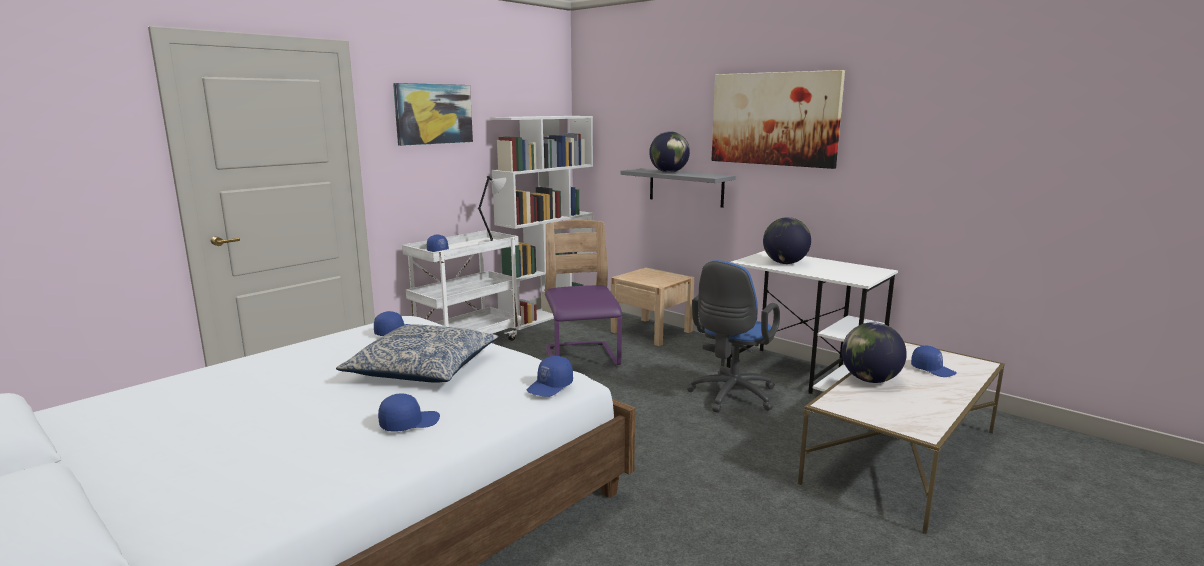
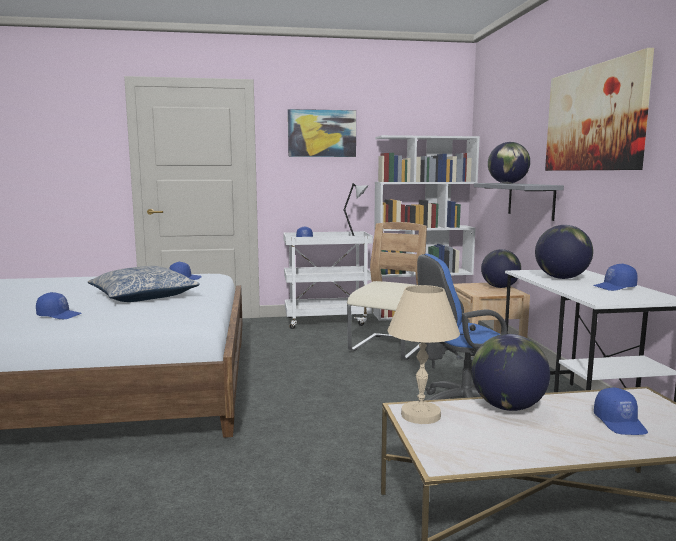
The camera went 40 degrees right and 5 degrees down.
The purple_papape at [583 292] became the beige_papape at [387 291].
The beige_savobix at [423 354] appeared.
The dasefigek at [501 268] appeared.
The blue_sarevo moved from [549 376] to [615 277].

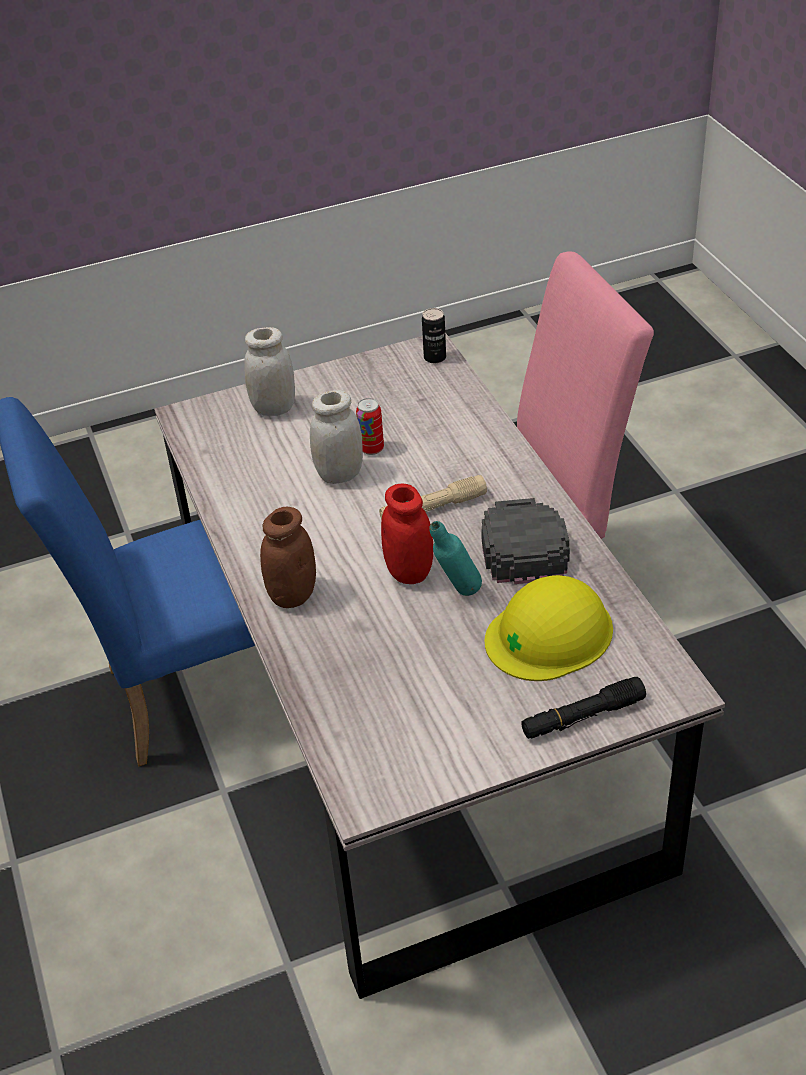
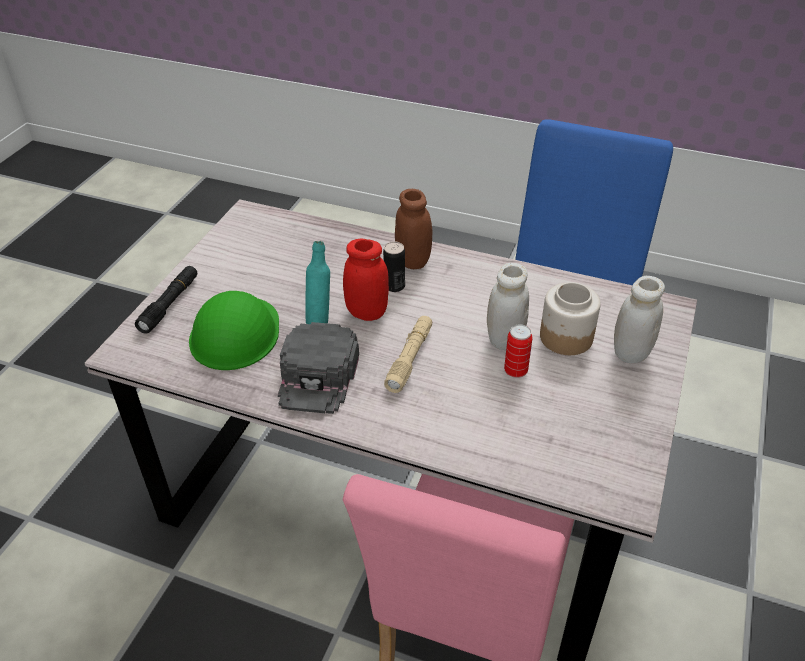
The camera went 130 degrees right and 0 degrees up.
The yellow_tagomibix at [549 628] became the green_tagomibix at [234 330].
The black_sarevo at [525 541] turned 60 degrees clockwise.
The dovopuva moved from [434 335] to [394 267].
The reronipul at [570 318] appeared.

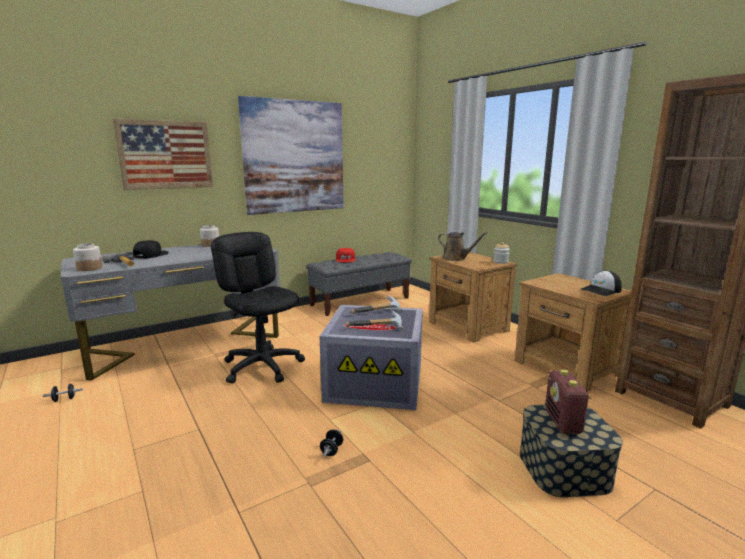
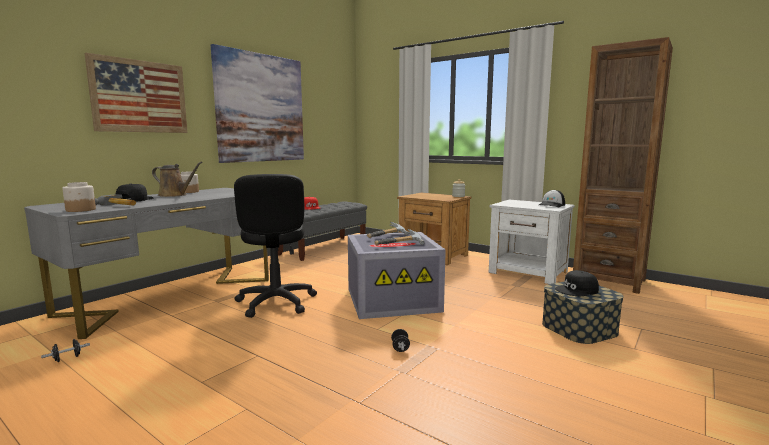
The camera went 20 degrees left and 5 degrees down.
The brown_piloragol moved from [463 246] to [177 179].
The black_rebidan at [258 307] turned 135 degrees counterclockwise.
The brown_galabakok at [573 332] became the white_galabakok at [532 242].
The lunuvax at [568 401] was replaced by the black_sarevo at [577 283].

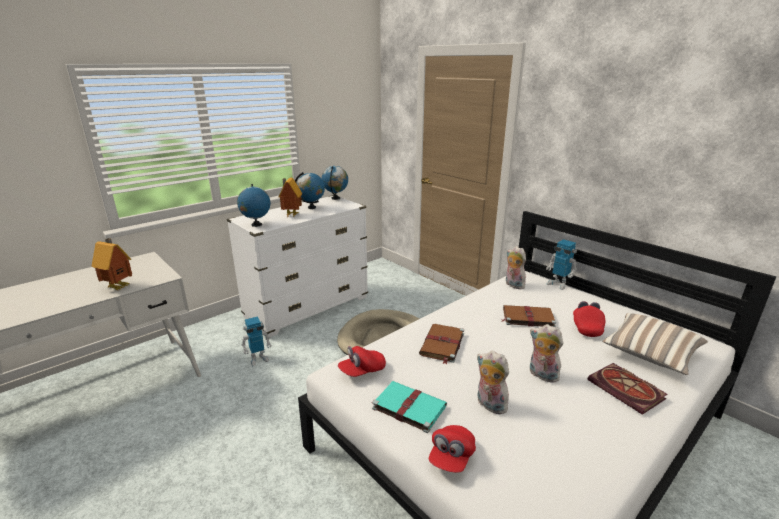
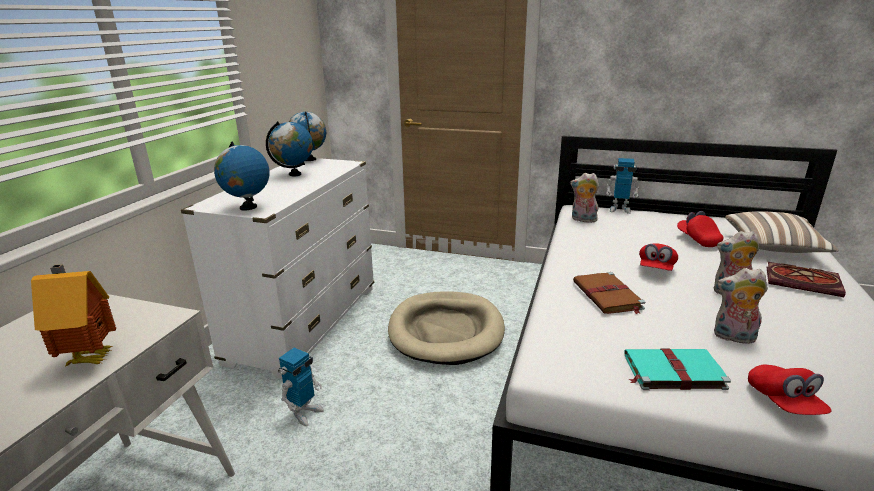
The camera went 30 degrees left and 0 degrees up.
The red_sarevo moved from [362 361] to [658 257].
The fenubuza at [290 197] disappeared.
The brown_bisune at [529 316] disappeared.

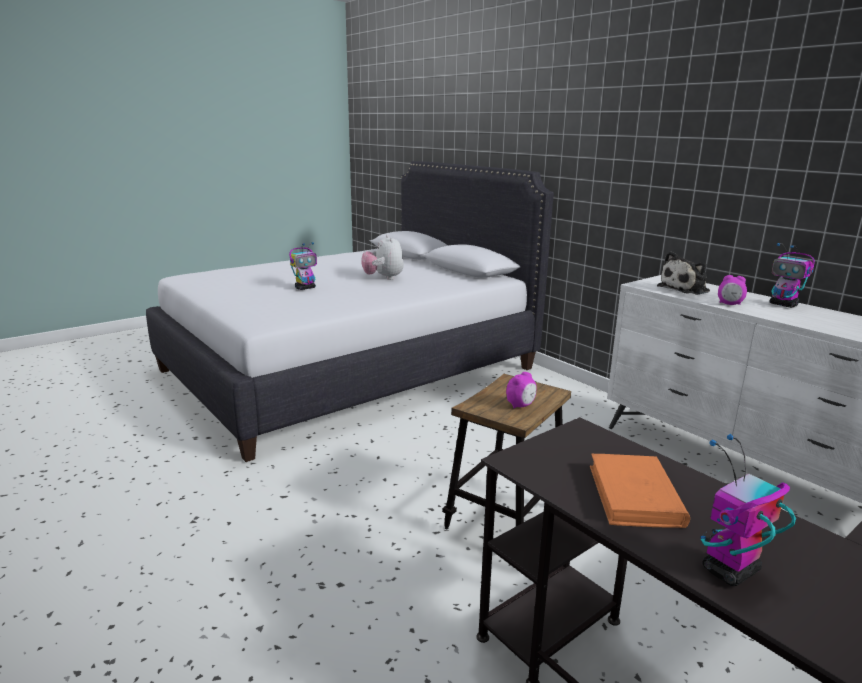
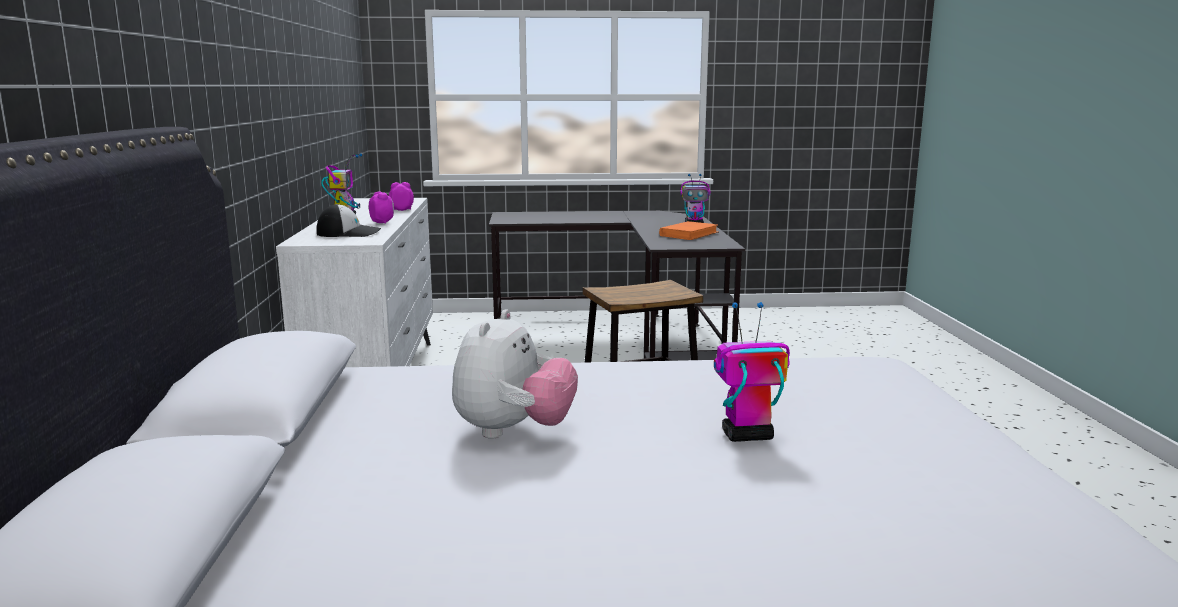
The camera went 145 degrees left and 5 degrees down.
The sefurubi at [683 273] was replaced by the sarevo at [349 220].
The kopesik moved from [521 390] to [401 196].

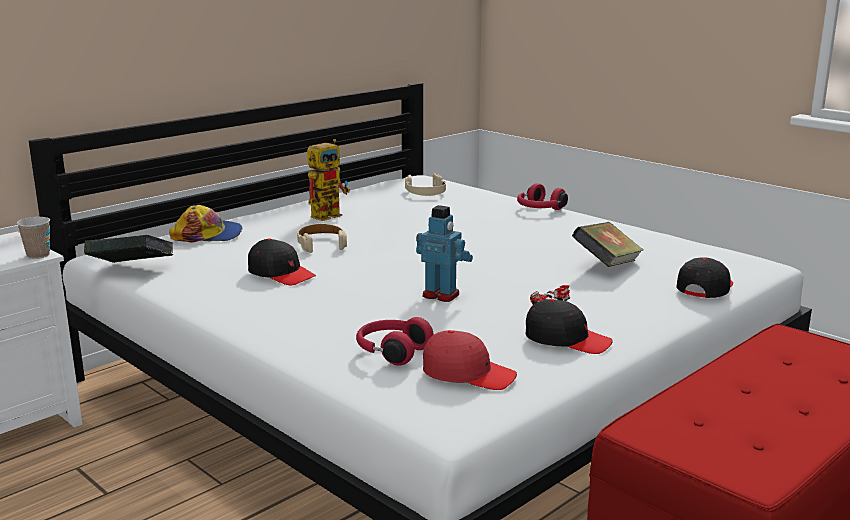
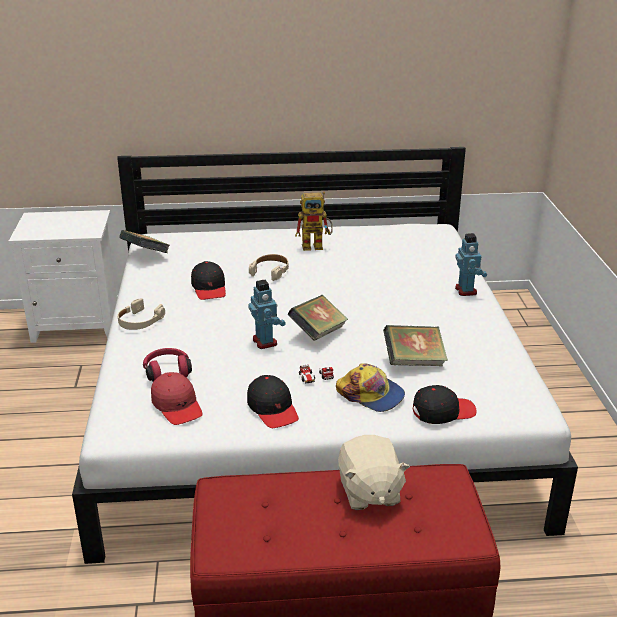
The camera went 40 degrees right and 10 degrees up.
The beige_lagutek moved from [425 185] to [141 314].
The bisune at [318 318] appeared.
The sarevo moved from [205 223] to [370 387].
The beige_sefurubi at [374 472] appeared.
The red_lagutek at [542 196] was replaced by the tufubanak at [471 264].
The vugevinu at [33 238] disappeared.

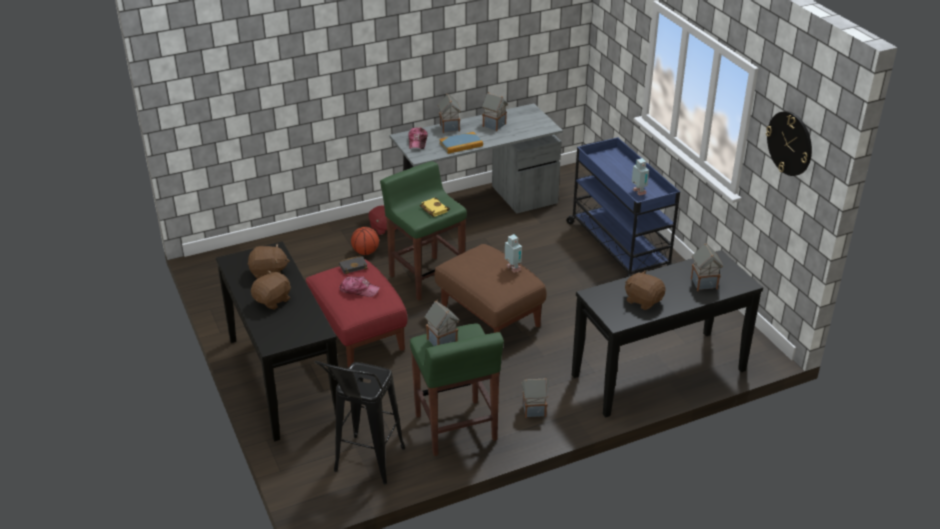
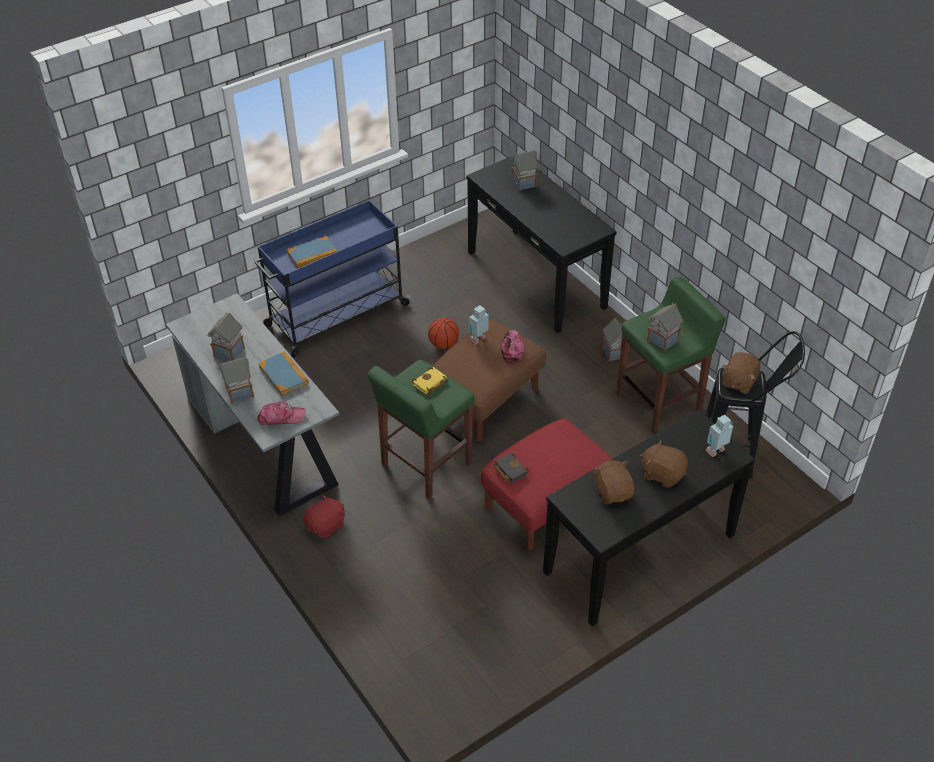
The camera went 100 degrees left and 10 degrees up.
The bisune at [312 252] appeared.
The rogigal moved from [365 241] to [443 333].
The sarevo moved from [359 286] to [512 347].
The tufubanak moved from [640 177] to [719 436].
The brown_sefurubi moved from [645 290] to [741 373].
The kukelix at [789 143] disappeared.

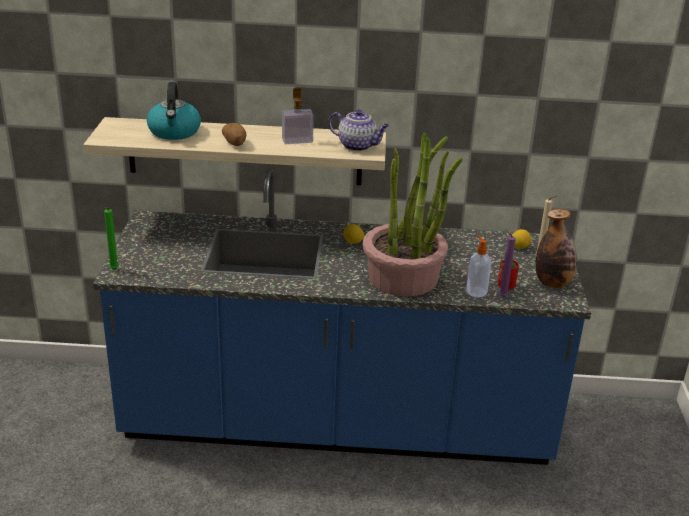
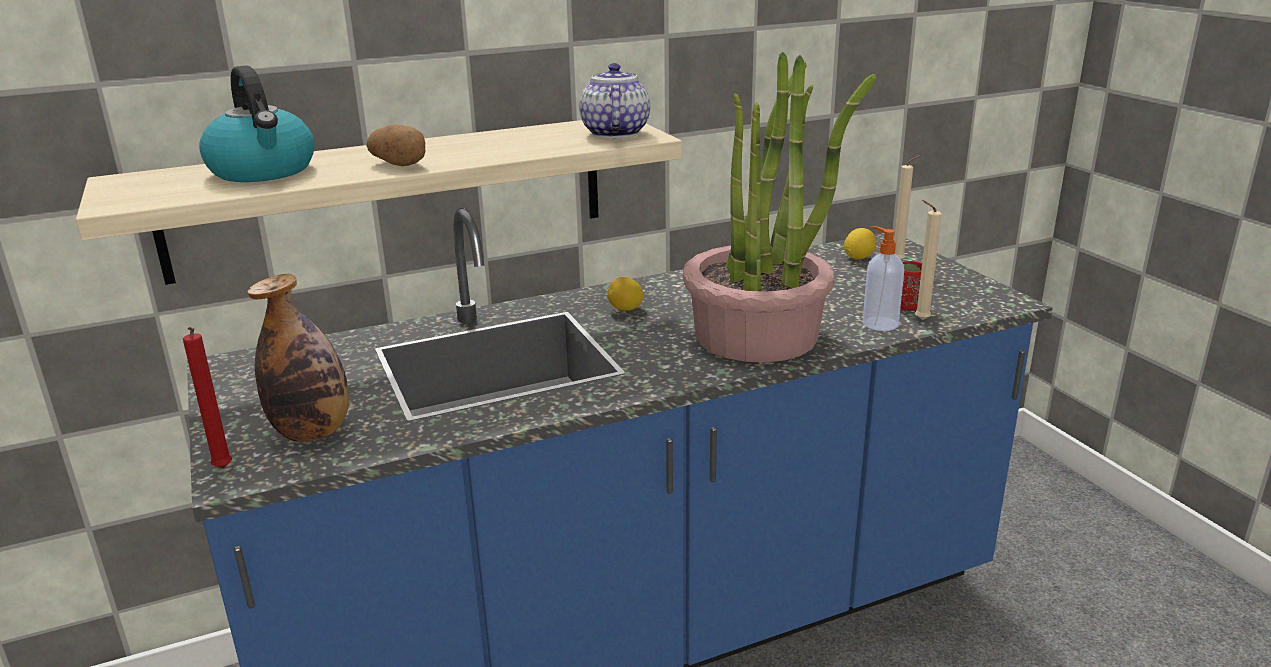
The camera went 25 degrees left and 5 degrees down.
The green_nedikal at [111 238] became the red_nedikal at [207 397].
The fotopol moved from [556 248] to [298 358].
The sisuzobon at [358 130] turned 90 degrees counterclockwise.
The purple_nedikal at [507 263] became the beige_nedikal at [928 260].
The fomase at [298 116] disappeared.

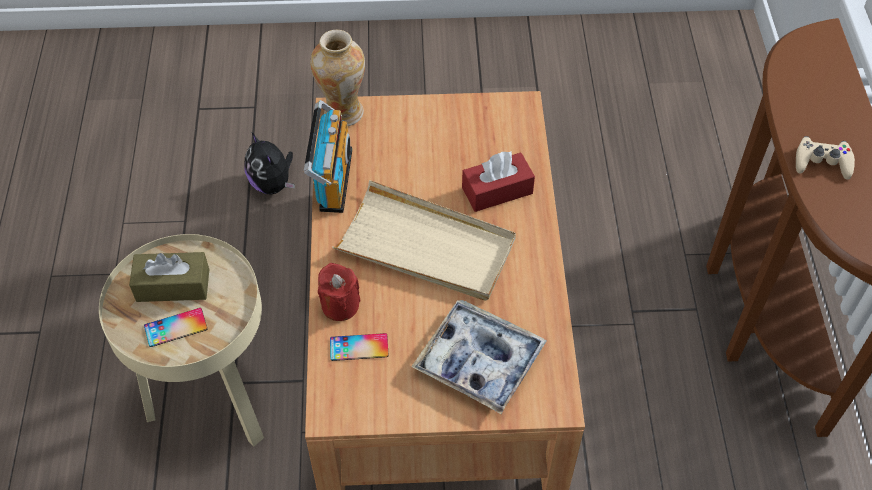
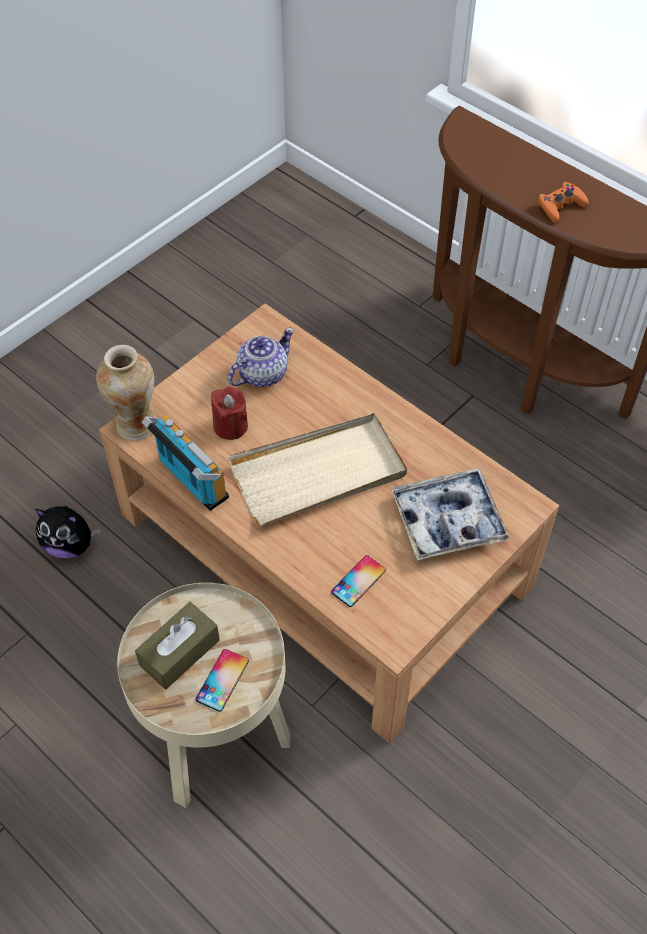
The camera went 45 degrees left and 0 degrees up.
The red_nedikal moved from [339 292] to [229 413].
The sisuzobon at [261 357] appeared.
The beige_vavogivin at [825 158] became the orange_vavogivin at [563 202].
The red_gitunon at [498 181] disappeared.

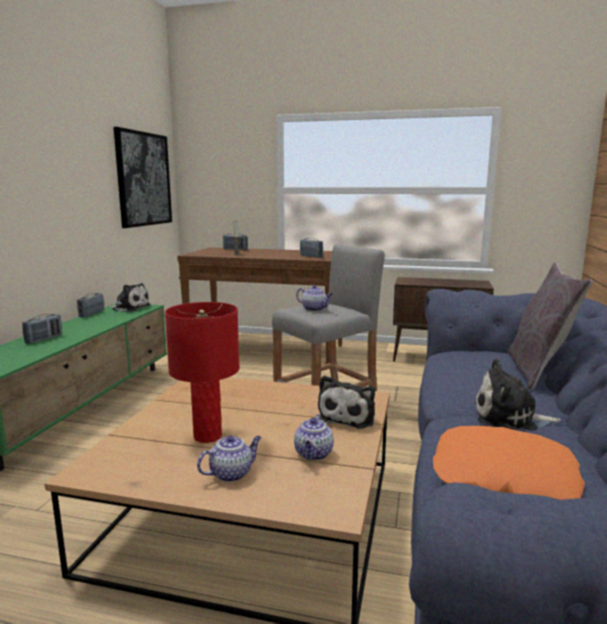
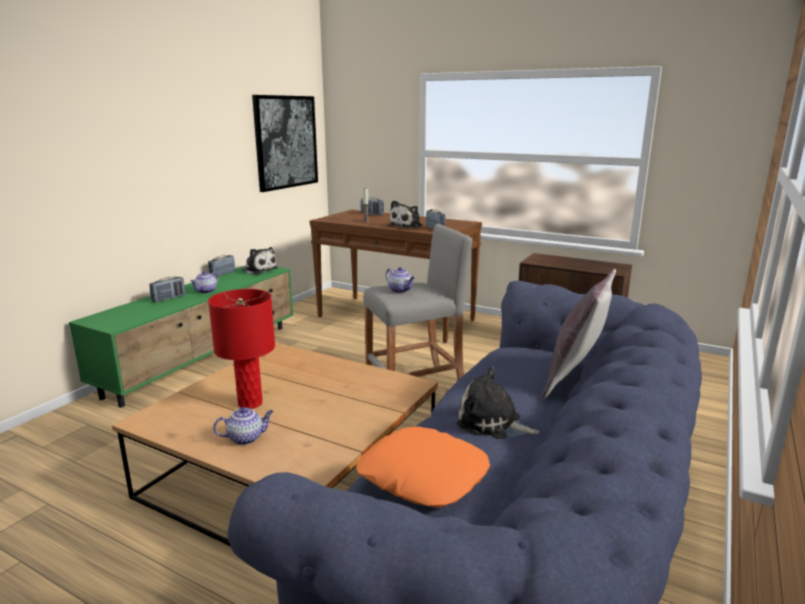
The camera went 15 degrees right and 5 degrees up.
The sisuzobon moved from [314 437] to [205 282].
The sefurubi moved from [346 402] to [405 214].

